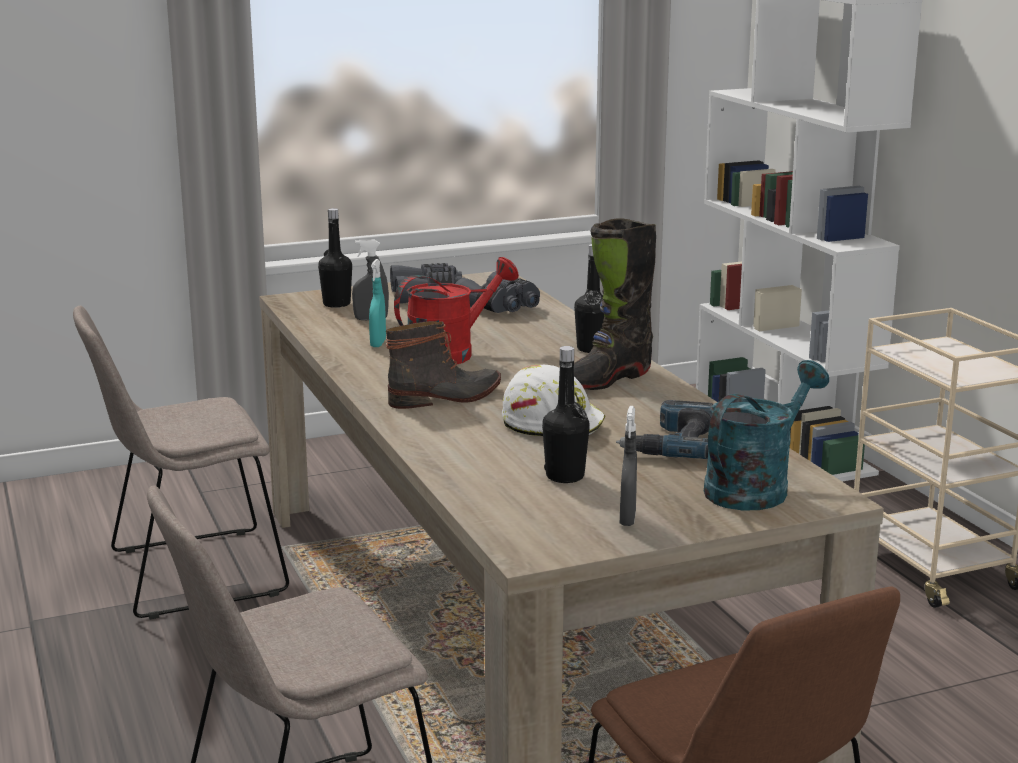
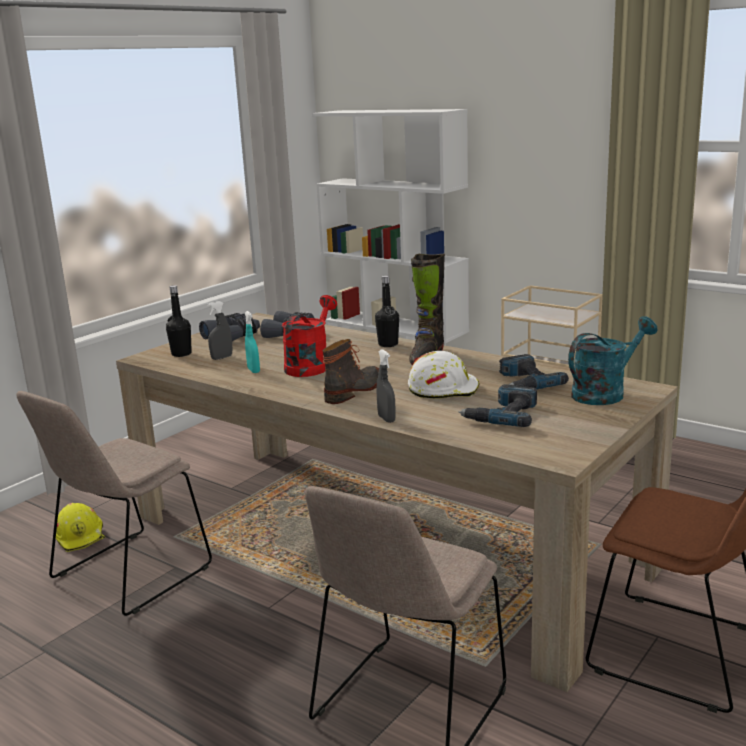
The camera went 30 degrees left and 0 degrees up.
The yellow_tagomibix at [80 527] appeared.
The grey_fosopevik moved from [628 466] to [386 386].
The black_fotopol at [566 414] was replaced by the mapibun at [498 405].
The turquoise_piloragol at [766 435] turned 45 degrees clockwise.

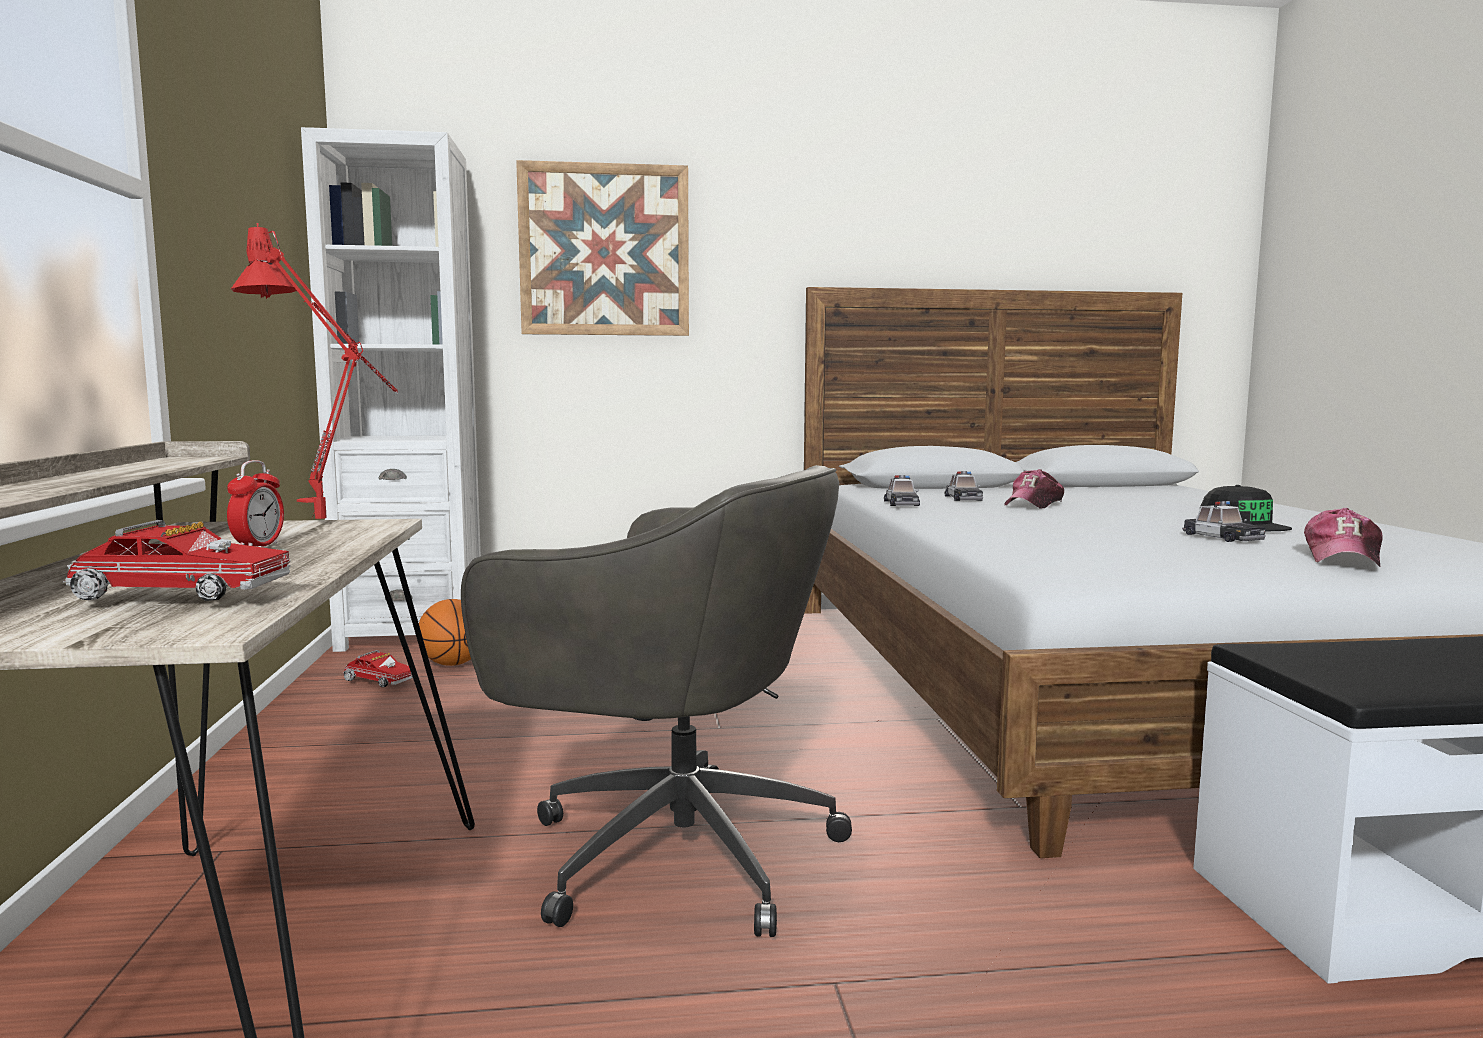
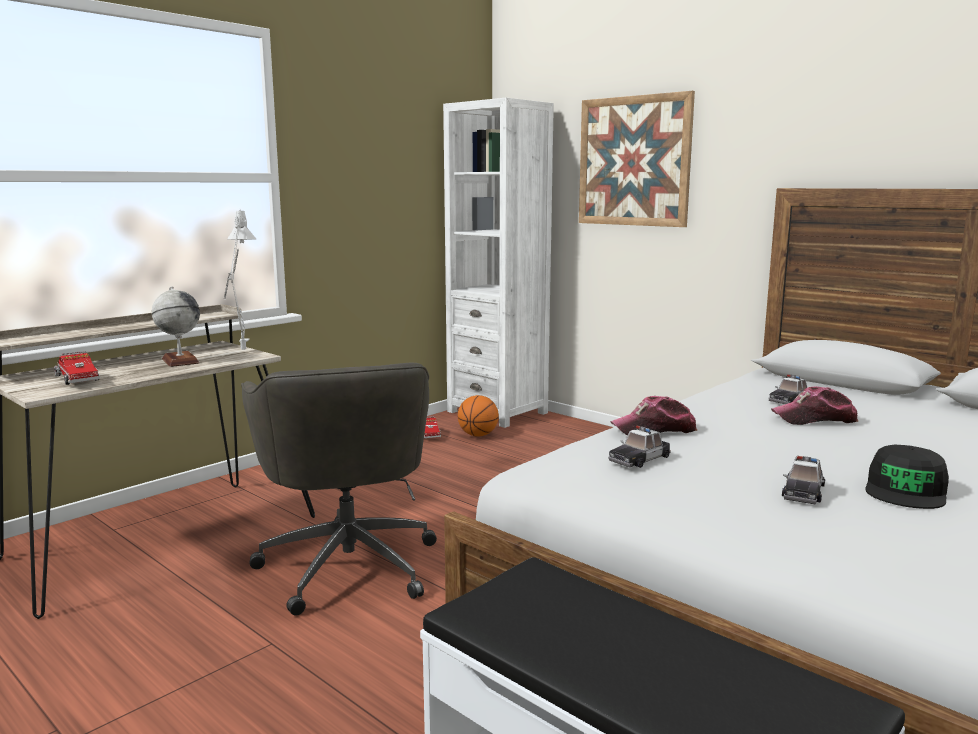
The camera went 50 degrees right and 5 degrees up.
The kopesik at [255 503] was replaced by the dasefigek at [176 326].
The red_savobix at [314 371] became the grey_savobix at [240 280].
The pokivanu moved from [902 490] to [639 446].
The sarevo moved from [1343 537] to [654 416].

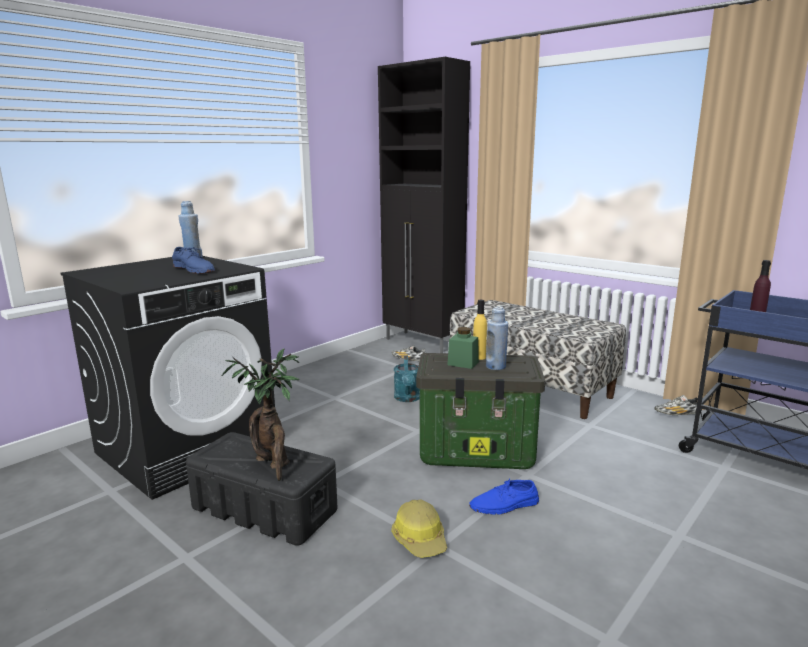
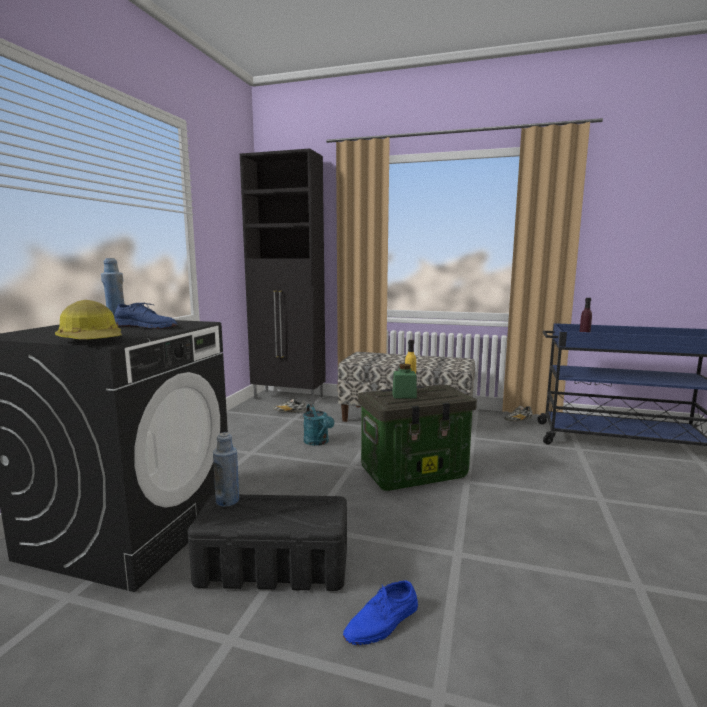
The camera went 25 degrees left and 5 degrees down.
The tagomibix moved from [419 528] to [88 319].
The blue_fotopol moved from [497 338] to [226 469].
The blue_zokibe moved from [504 496] to [380 612].
The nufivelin at [260 414] disappeared.

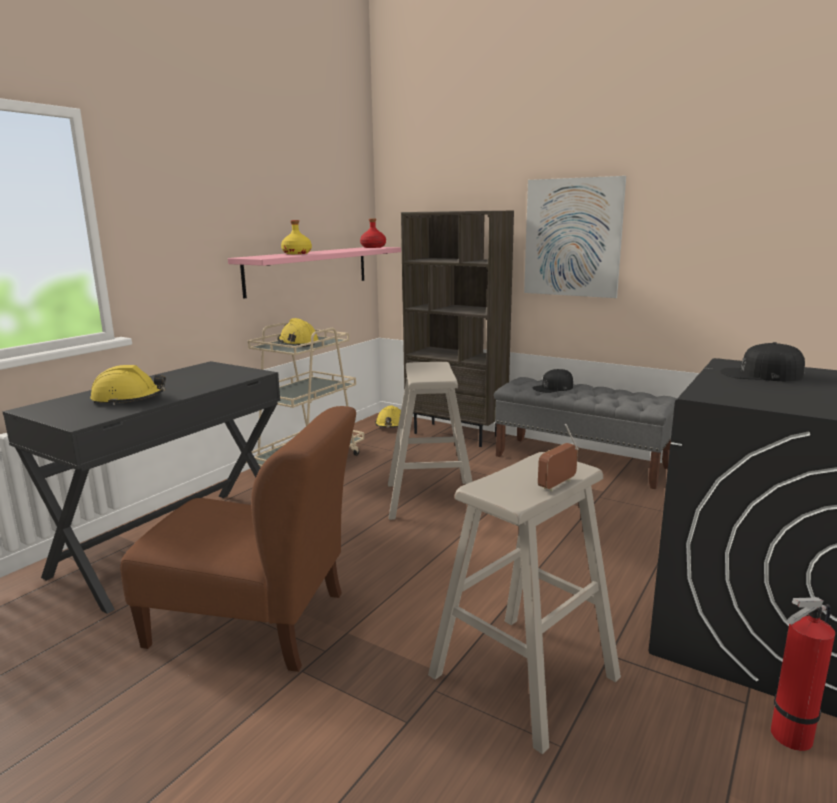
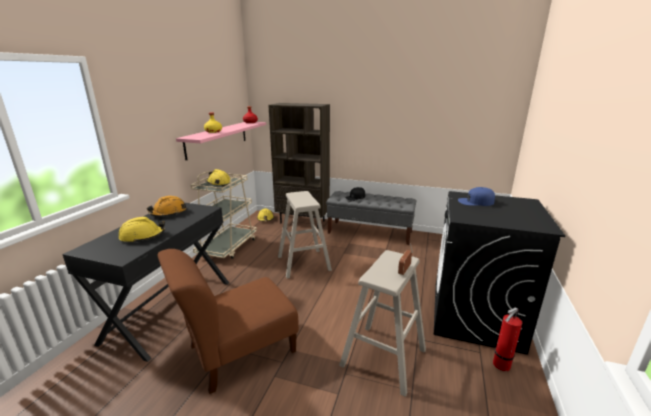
The camera went 15 degrees left and 5 degrees up.
The orange_tagomibix at [166 206] appeared.
The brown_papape at [238 539] turned 150 degrees clockwise.
The black_sarevo at [762 361] became the blue_sarevo at [476 196].
The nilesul at [575 237] disappeared.

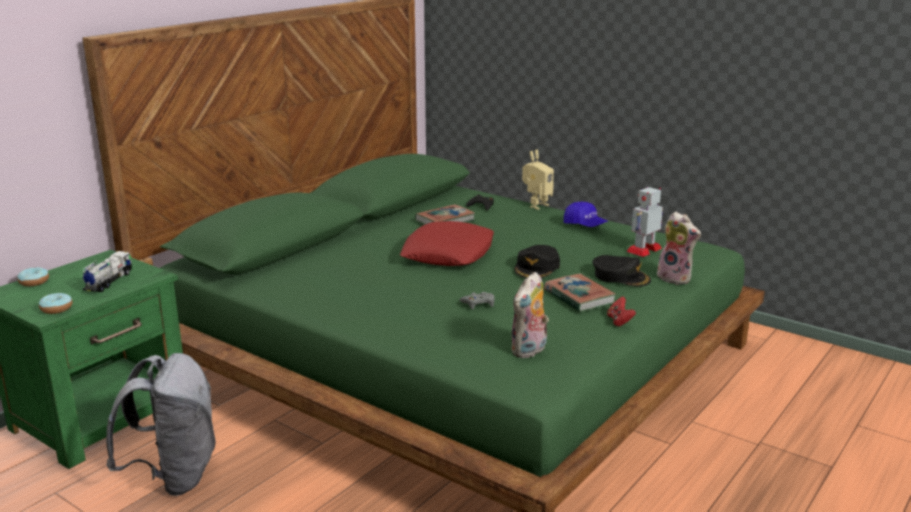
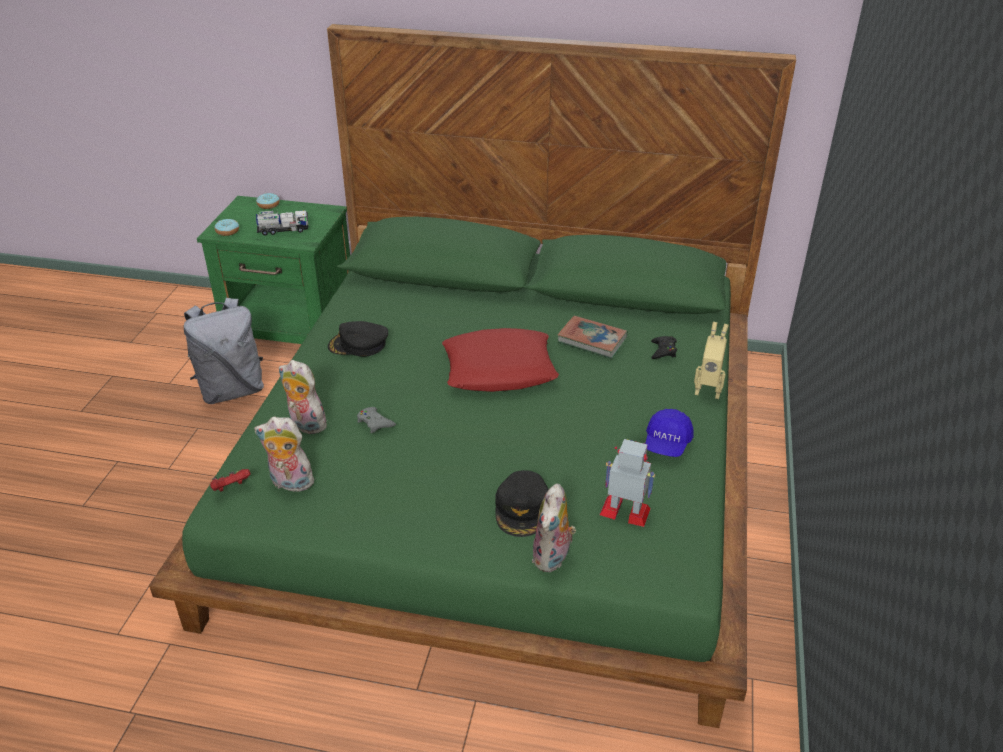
The camera went 65 degrees right and 15 degrees up.
The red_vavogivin moved from [621 311] to [230 480].
The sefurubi at [303 397] appeared.
The black_sarevo moved from [537 261] to [358 339].
The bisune at [580 293] disappeared.

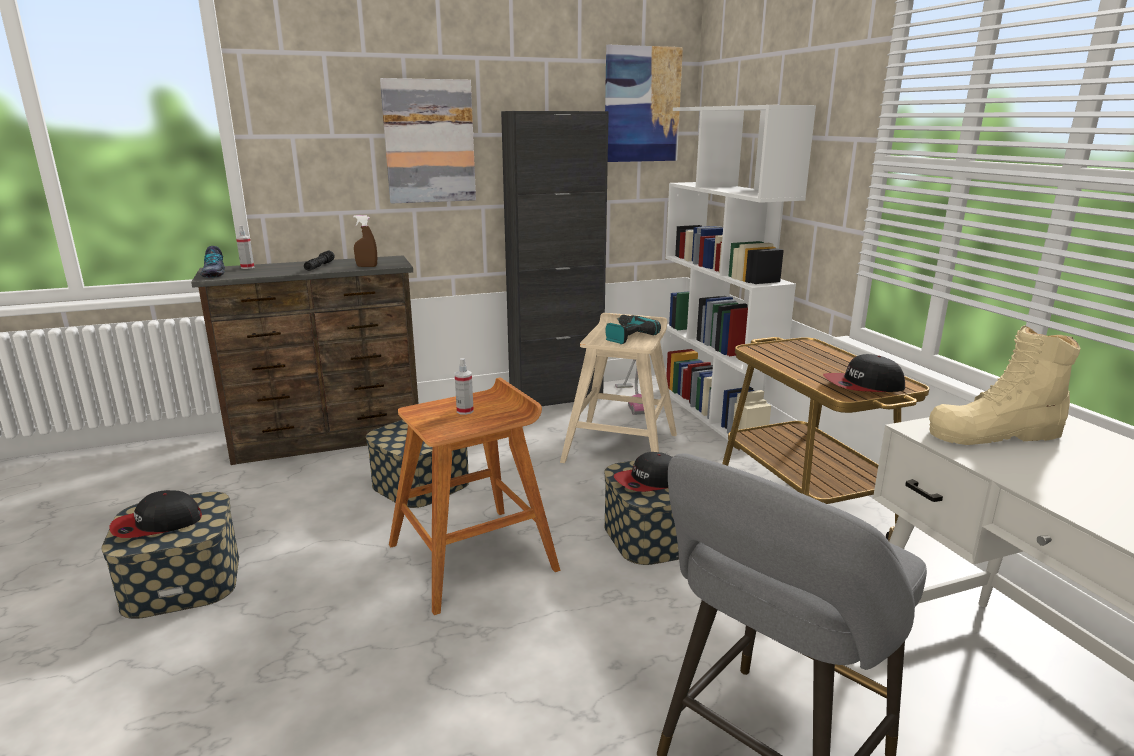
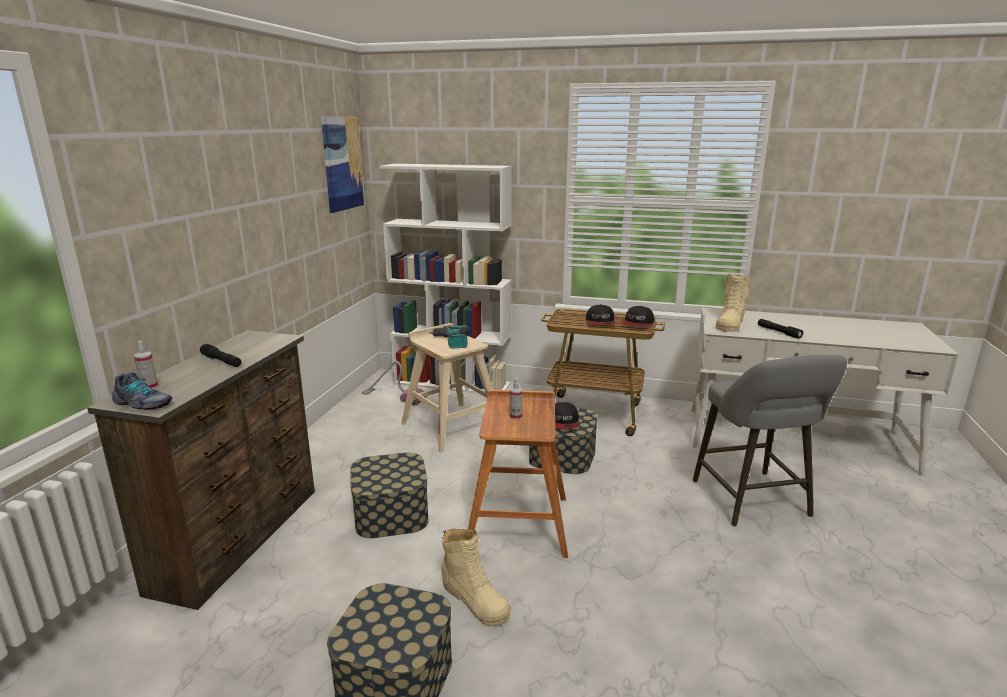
The camera went 55 degrees left and 0 degrees up.
The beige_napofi at [476 578] appeared.
The sarevo moved from [155 514] to [600 314].
The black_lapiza at [780 329] appeared.
The brown_fosopevik at [365 241] disappeared.
The nilesul at [428 141] disappeared.
The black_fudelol at [555 258] disappeared.

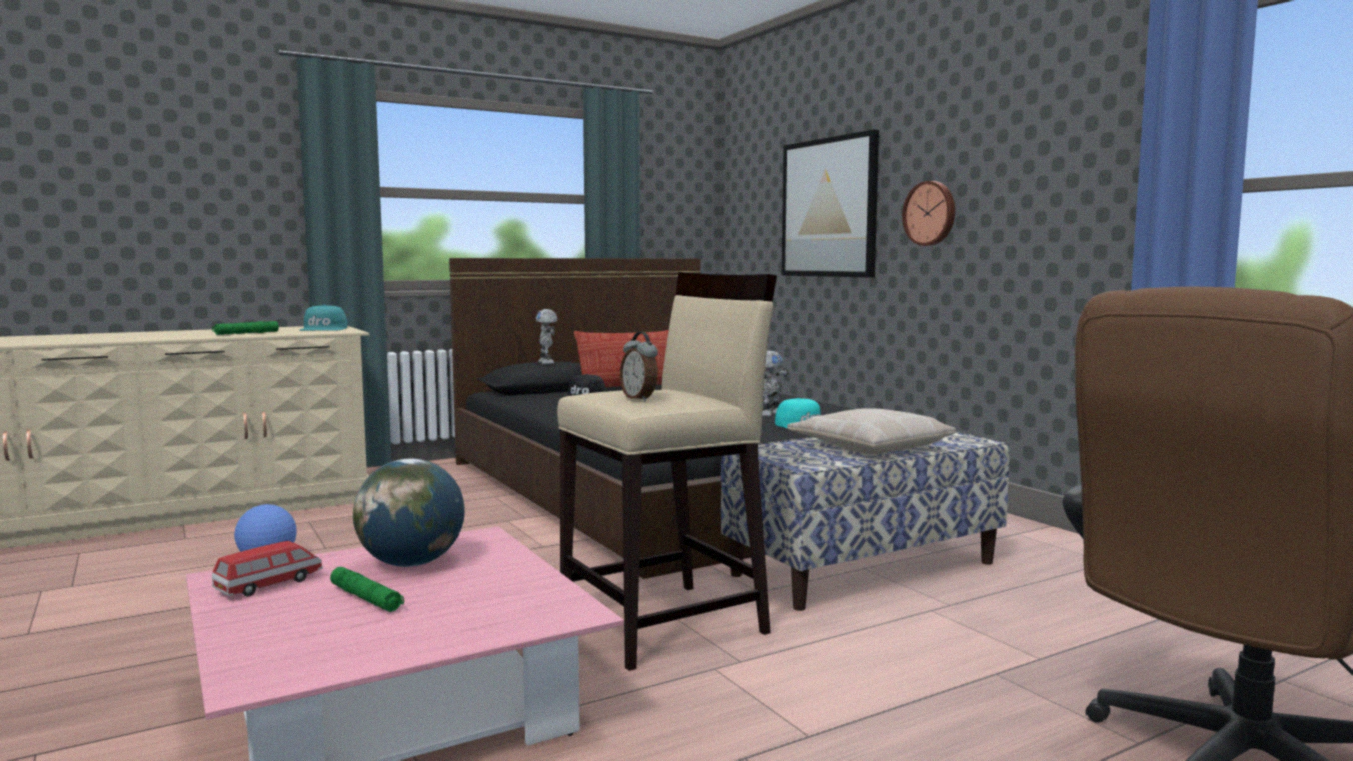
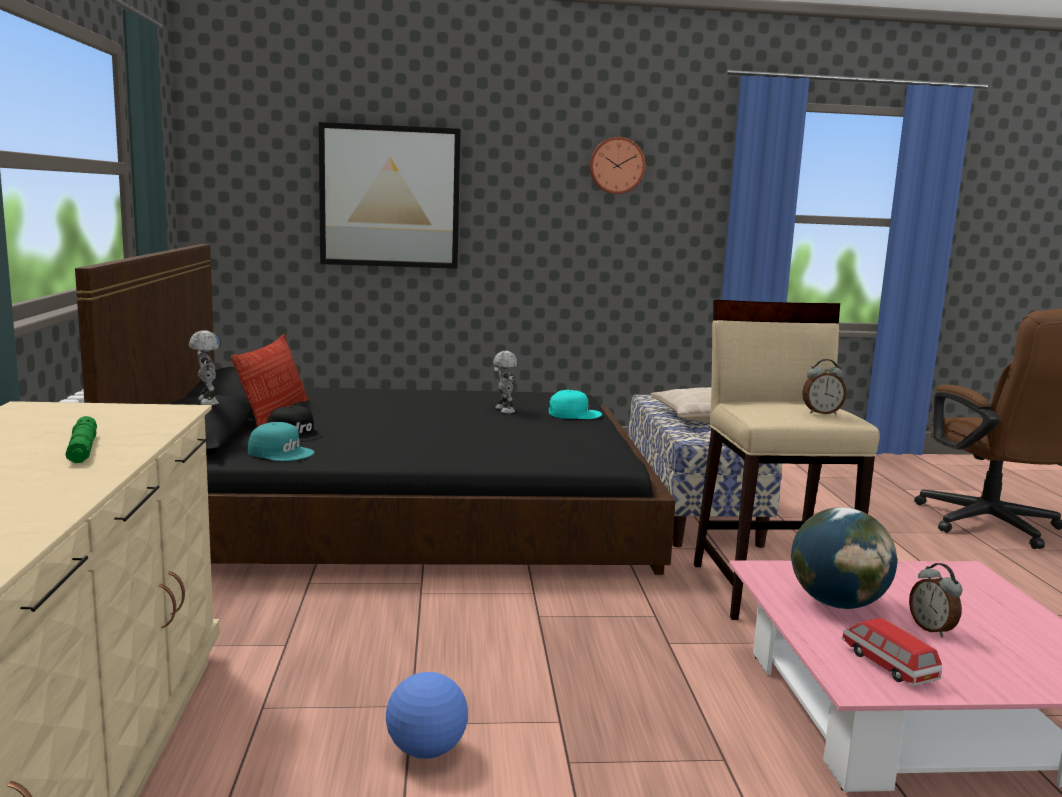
The camera went 65 degrees left and 5 degrees up.
The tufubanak at [546 336] turned 120 degrees counterclockwise.
The turquoise_sarevo moved from [323 318] to [281 441].
The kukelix moved from [928 213] to [617 165].
The green_lapiza at [367 589] was replaced by the kopesik at [936 600].

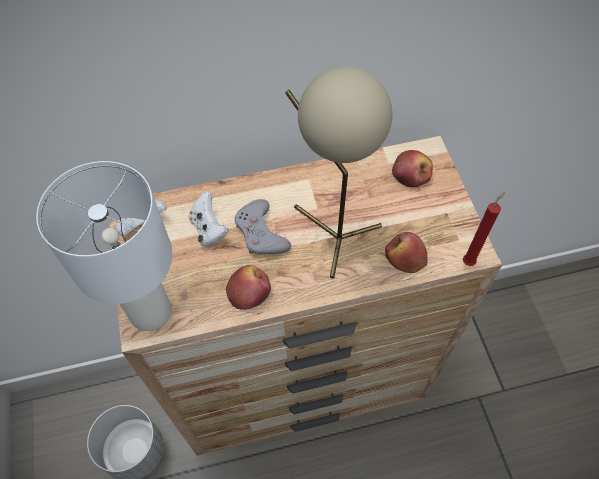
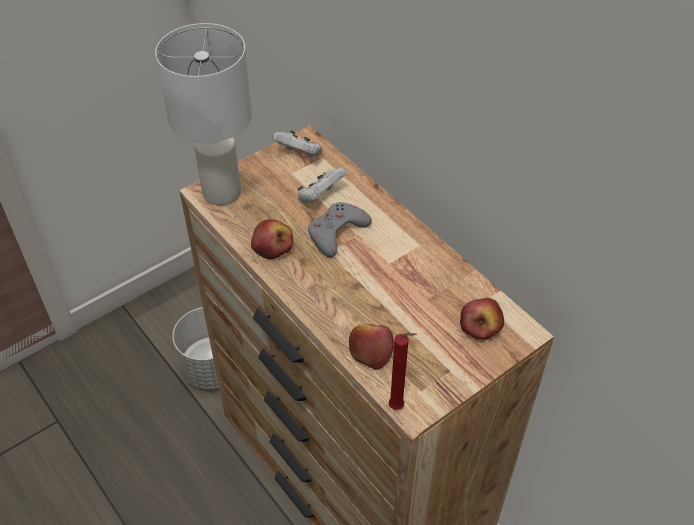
The camera went 65 degrees right and 10 degrees down.
The beige_savobix at [338 172] disappeared.

